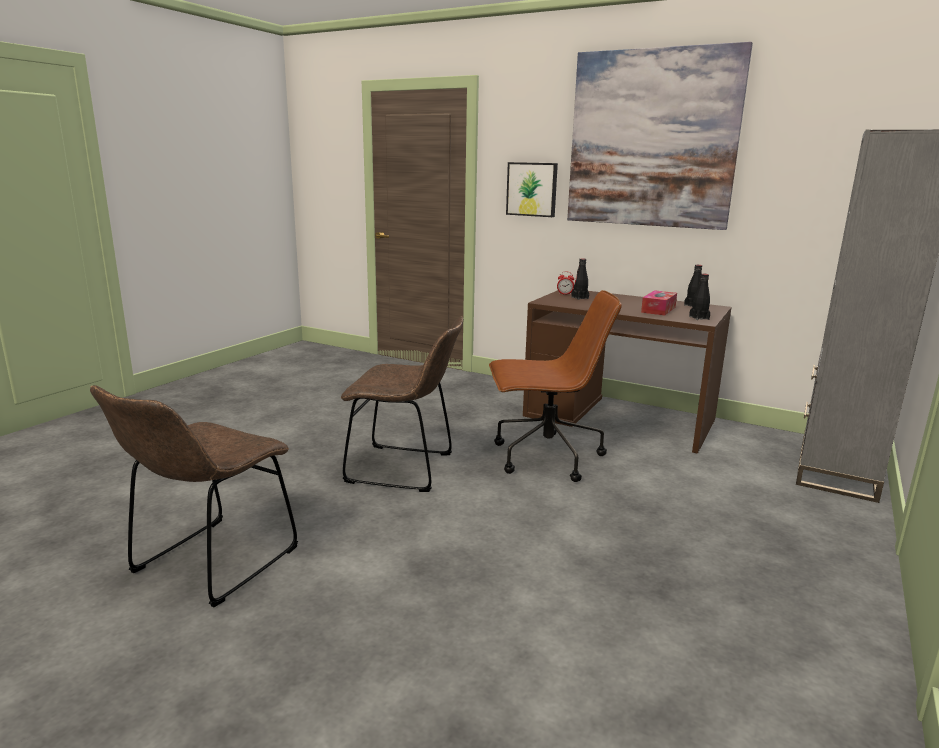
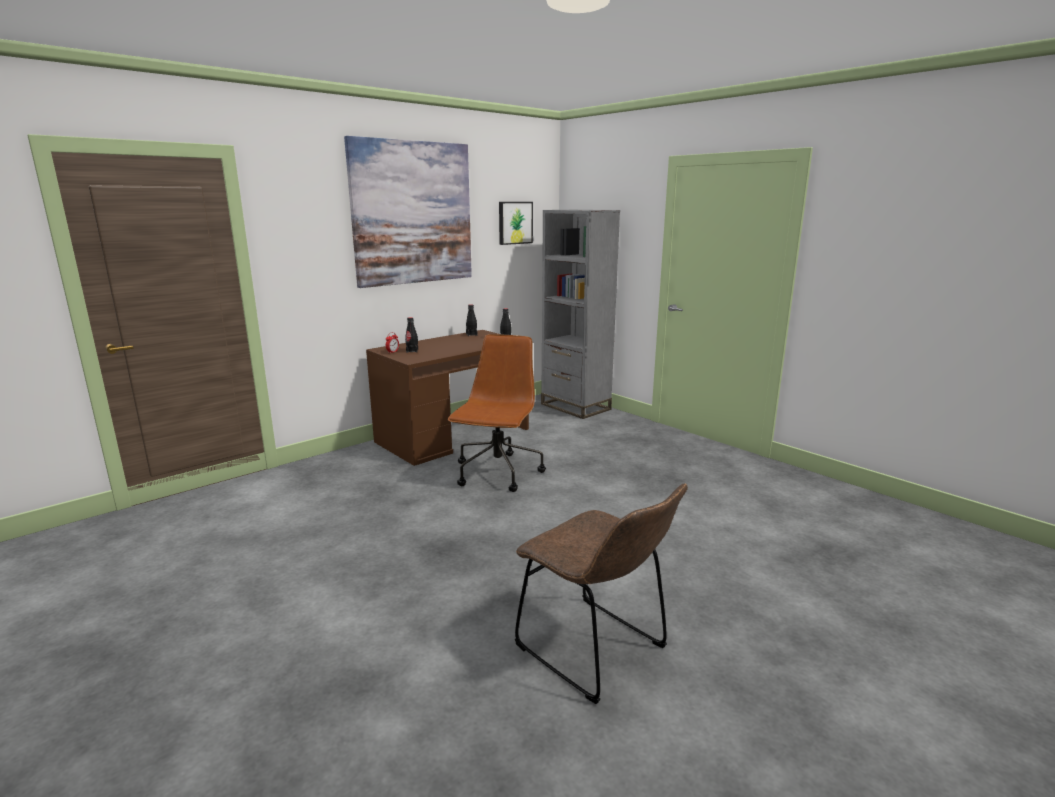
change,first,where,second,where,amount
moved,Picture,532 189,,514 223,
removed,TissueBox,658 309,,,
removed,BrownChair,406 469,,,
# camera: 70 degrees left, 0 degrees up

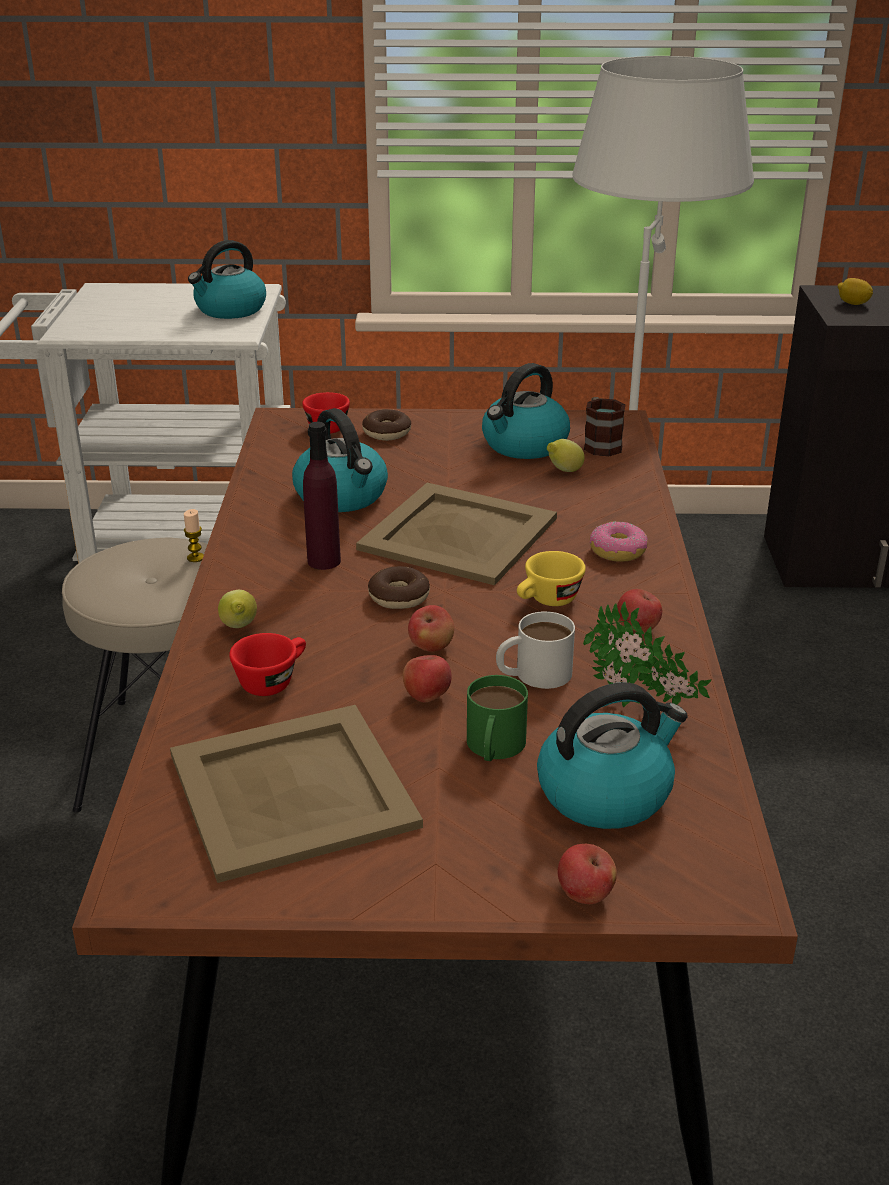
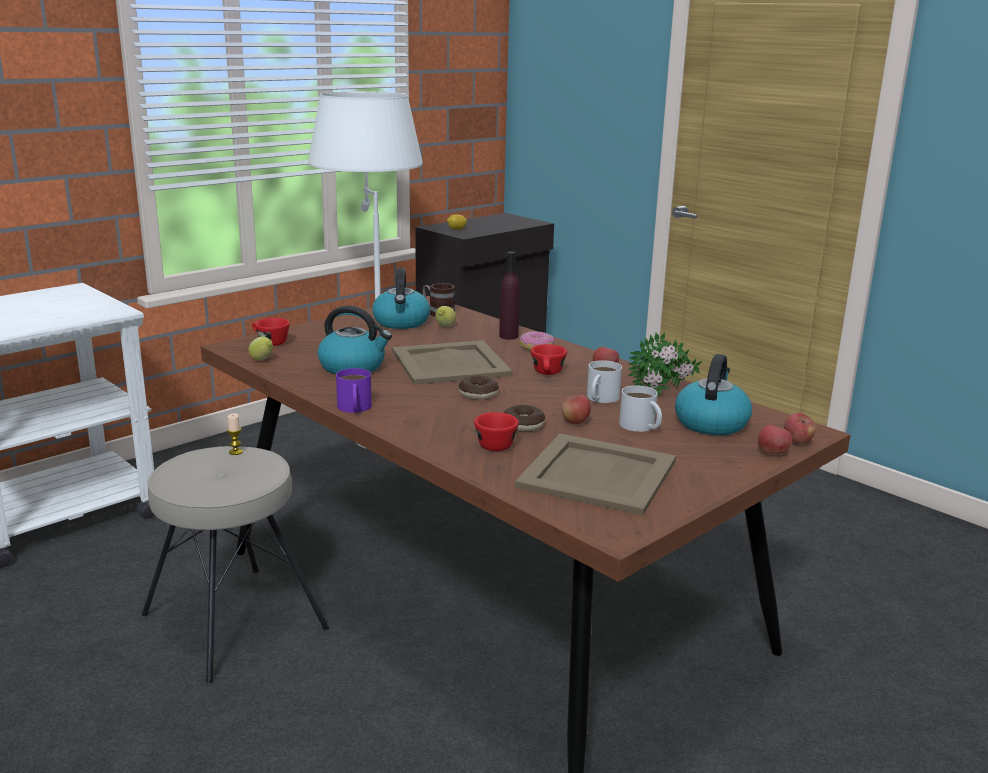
change,first,where,second,where,amount
removed,Kettle,230 310,,,
moved,Donut,387 433,,523 425,
moved,PurpleBottle,324 561,,508 336,
recoloured,YellowCup,547 601,RedCup,548 373,
moved,Lemon,239 628,,262 360,
moved,Apple,431 647,,797 442,
recoloured,GreenMug,493 748,WhiteMug,641 427,
added,,,PurpleMug,354 408,
# camera: 45 degrees left, 10 degrees down

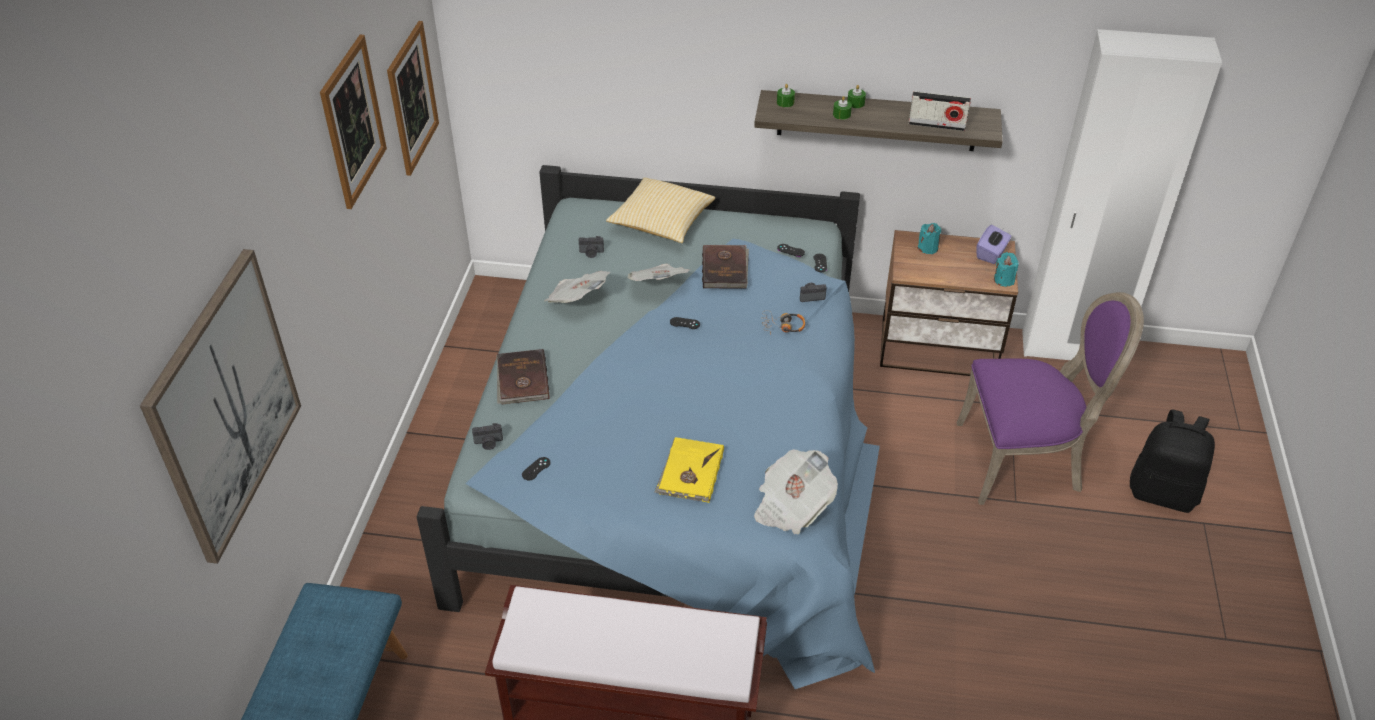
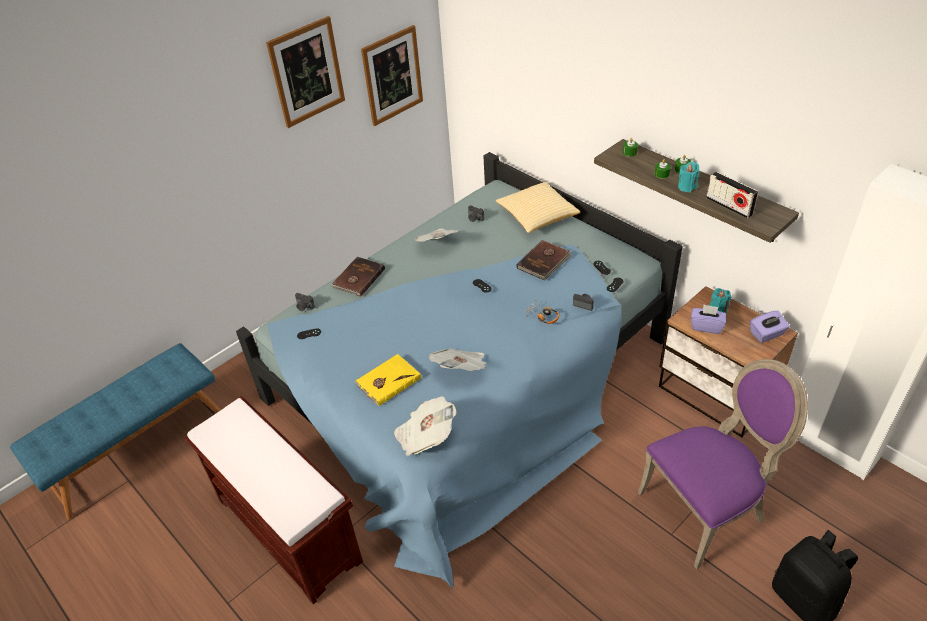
change,first,where,second,where,amount
removed,Picture,225 405,,,
moved,TurquoiseCandle,1004 280,,687 187,
moved,Newspaper,658 286,,461 369,
turned,PurpleChair,1024 460,,707 508,60 degrees counterclockwise
added,,,PurpleTissueBox,706 326,
# camera: 40 degrees right, 0 degrees up

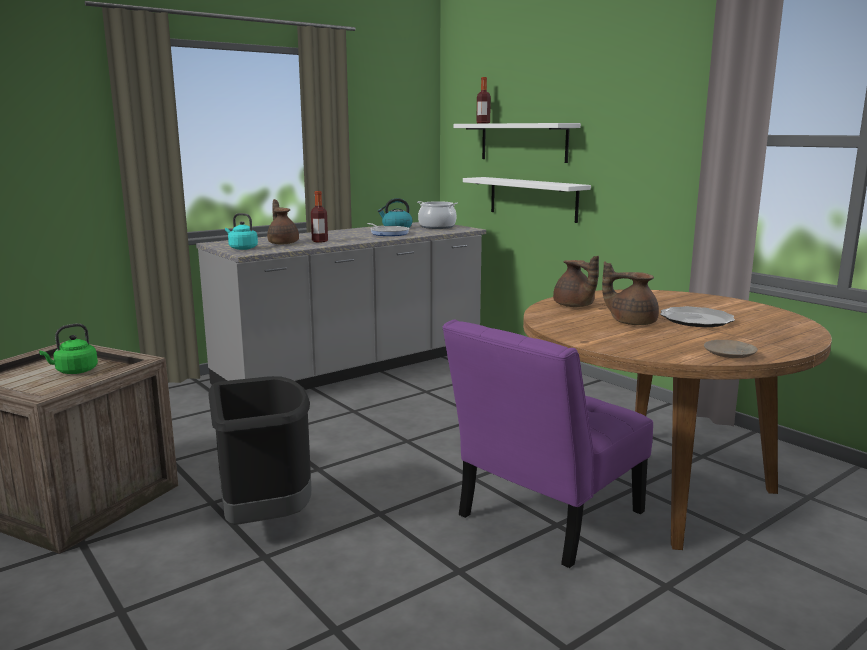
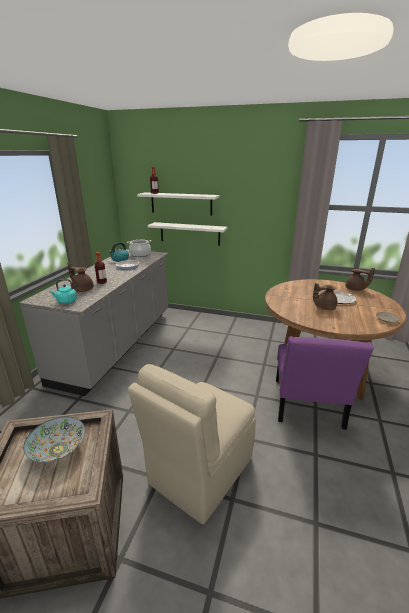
change,first,where,second,where,amount
moved,BrownTeapot,574 306,,355 289,
replaced,GreenKettle,74 371,Bowl,58 450,
replaced,BlackTrashCan,265 517,BeigeChair,199 472,
# camera: 35 degrees left, 10 degrees up

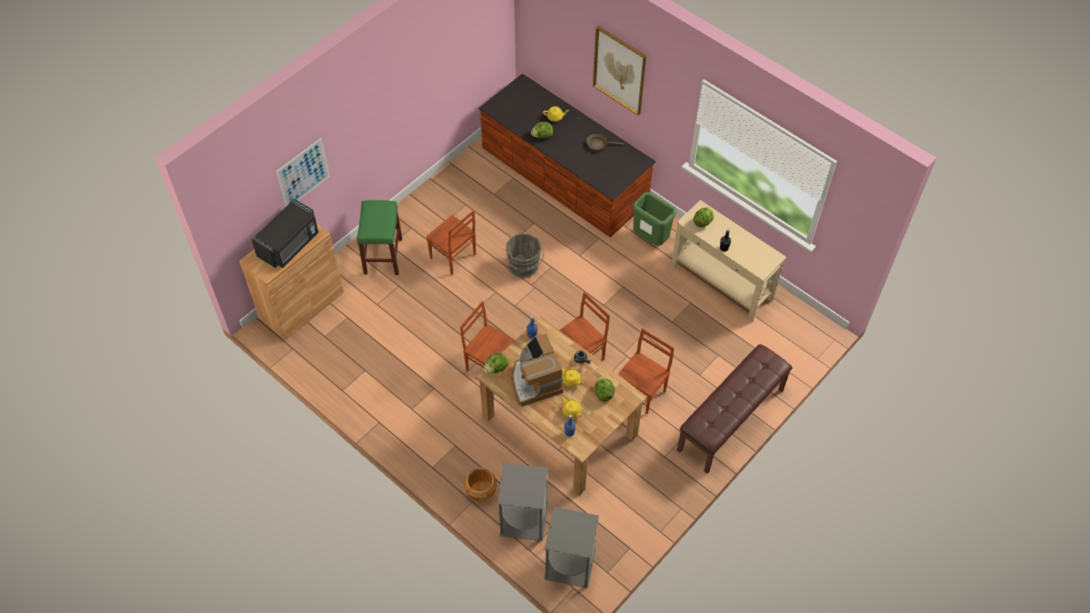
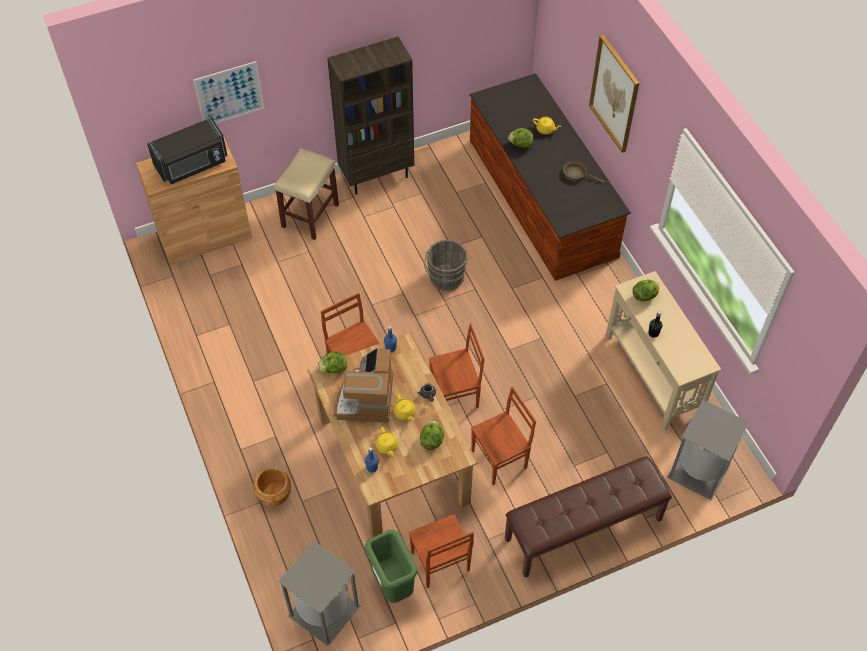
change,first,where,second,where,amount
moved,GreenTrashCan,651 239,,393 585,
recoloured,GreenStool,383 255,BeigeStool,310 215,
moved,BrownChair,453 257,,439 562,
moved,GreyTrashCan,523 517,,698 469,
added,,,BrownBookcase,377 175,
# camera: 25 degrees right, 0 degrees up

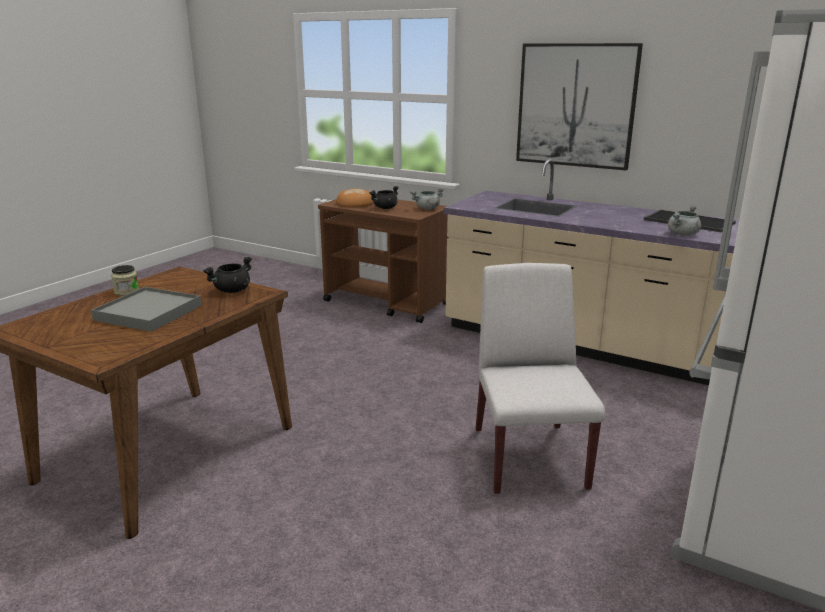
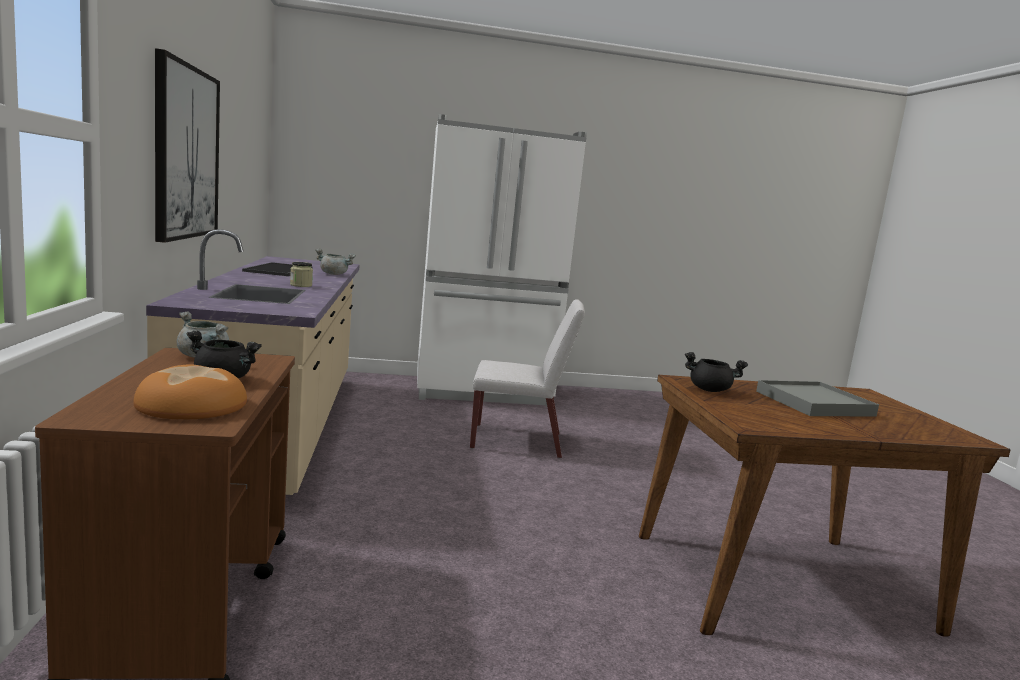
change,first,where,second,where,amount
turned,WhiteChair,528 456,,518 441,135 degrees counterclockwise
moved,Jar,126 291,,301 285,
# camera: 130 degrees left, 10 degrees down

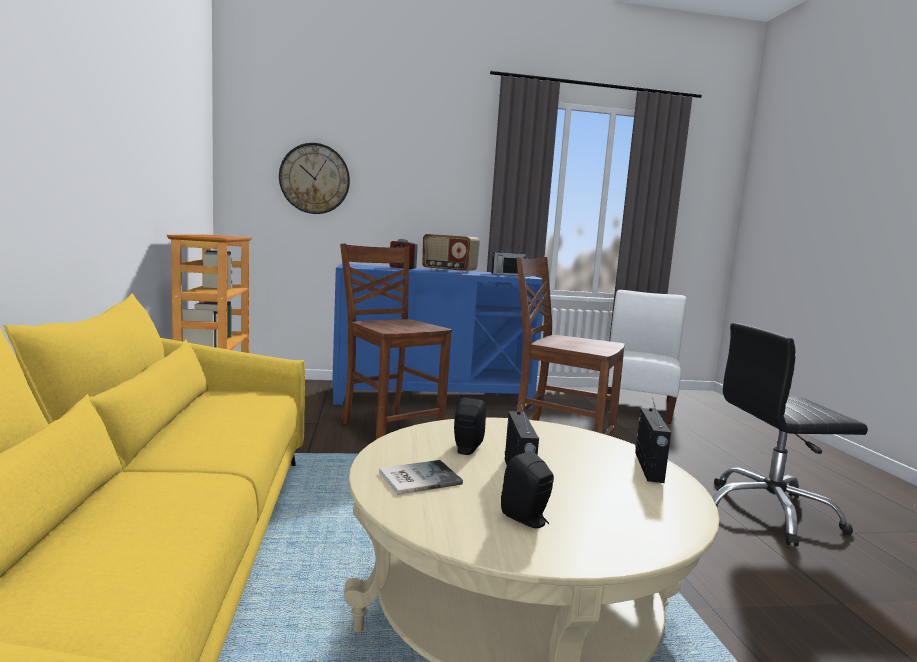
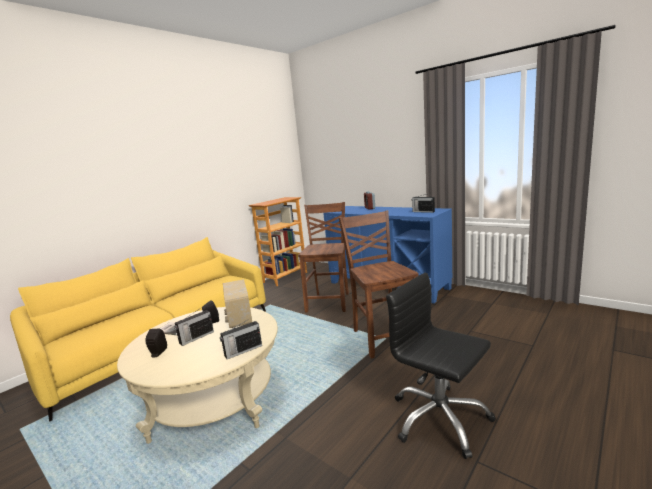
change,first,where,second,where,amount
removed,WallClock,314 179,,,
moved,Radio,448 271,,239 319,
removed,WhiteChair,637 406,,,
# camera: 50 degrees right, 5 degrees up

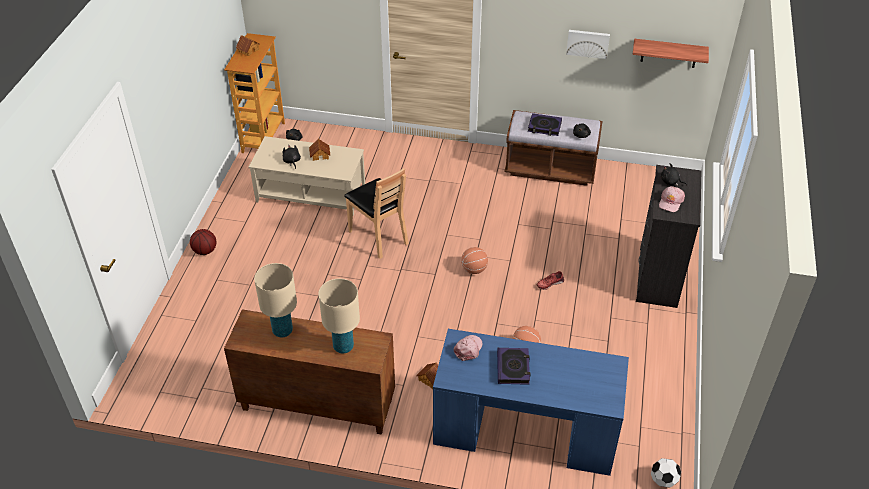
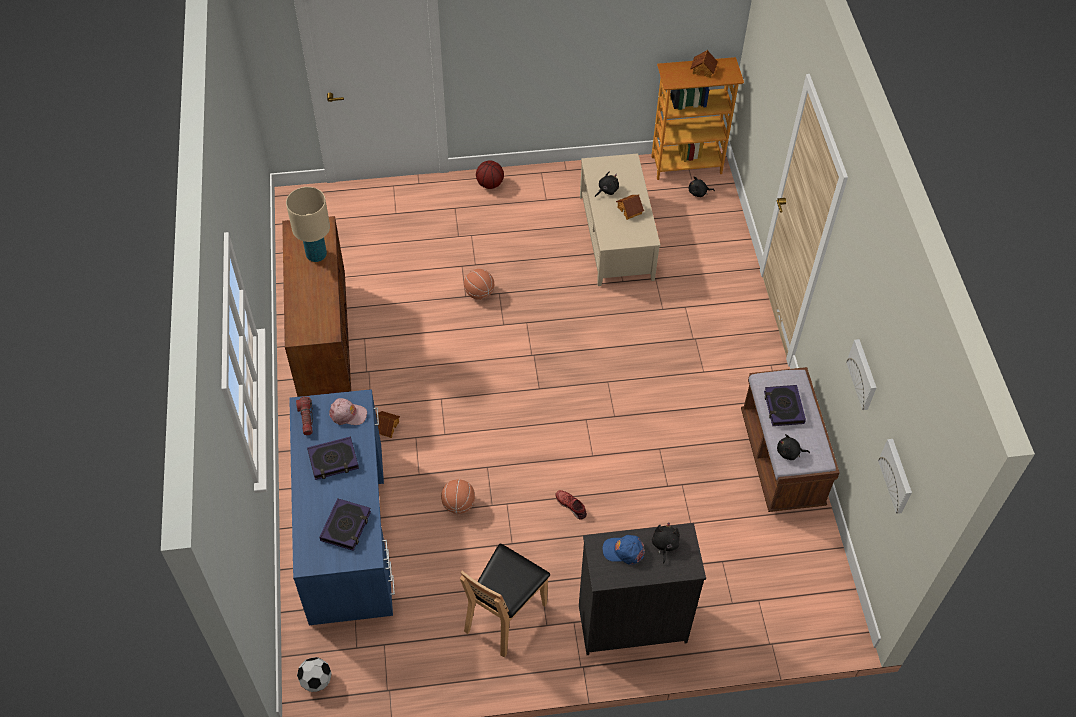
change,first,where,second,where,amount
replaced,Shelf,669 53,Picture,897 475,
moved,BrownChair,379 236,,505 616,
recoloured,PinkCap,671 202,BlueCap,623 551,
moved,Basketball,474 269,,479 293,
removed,BeigeTableLamp,343 346,,,
added,,,Flashlight,306 419,
added,,,Book,346 526,
# camera: 70 degrees right, 10 degrees up

